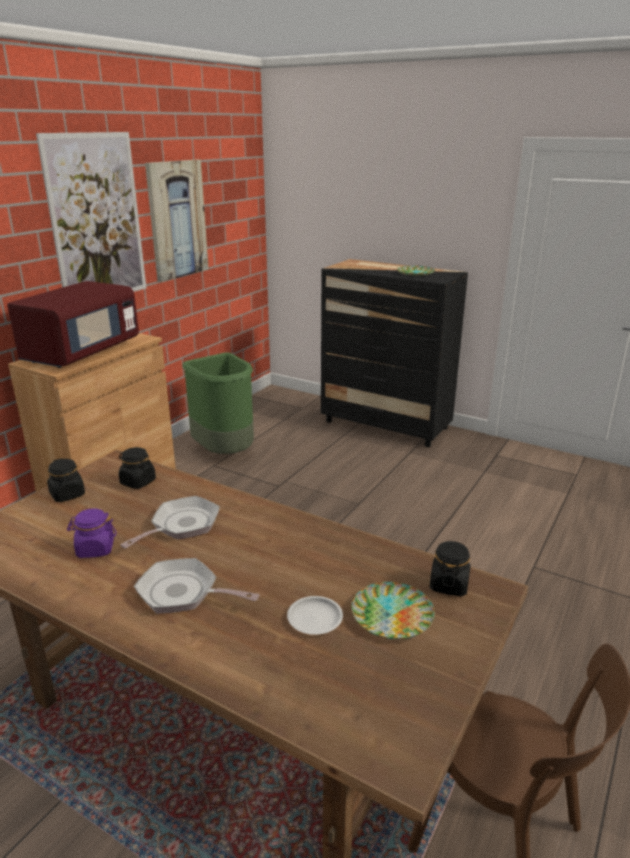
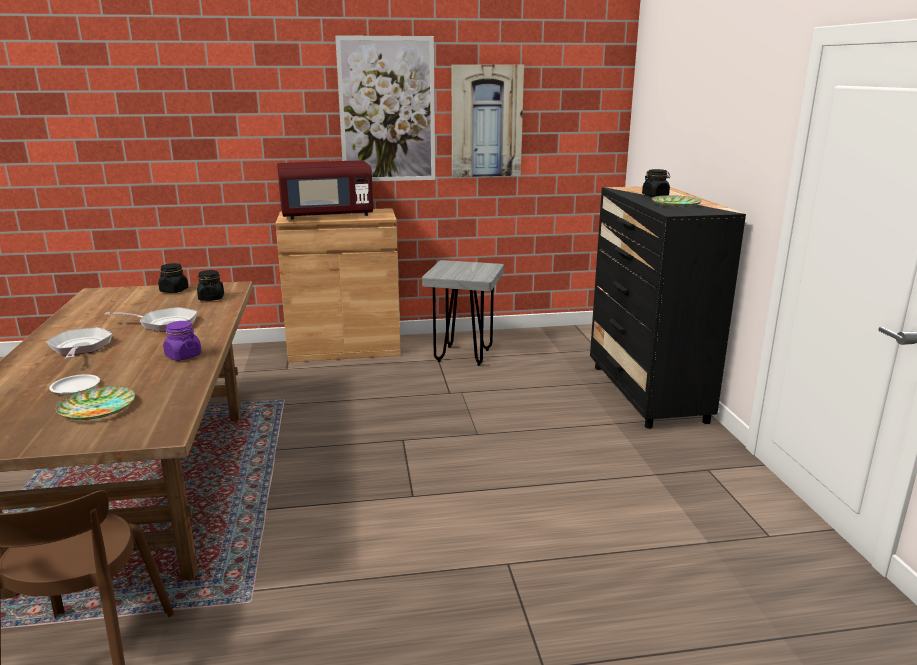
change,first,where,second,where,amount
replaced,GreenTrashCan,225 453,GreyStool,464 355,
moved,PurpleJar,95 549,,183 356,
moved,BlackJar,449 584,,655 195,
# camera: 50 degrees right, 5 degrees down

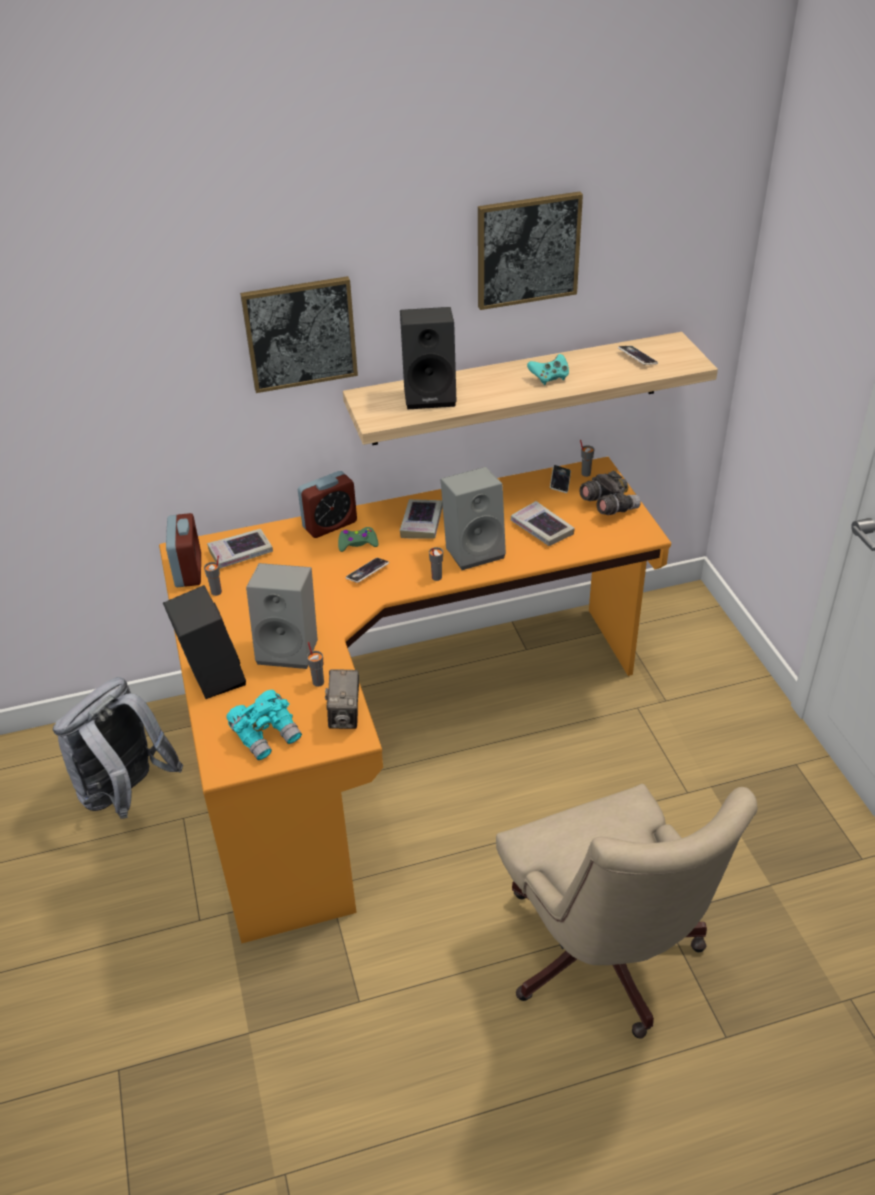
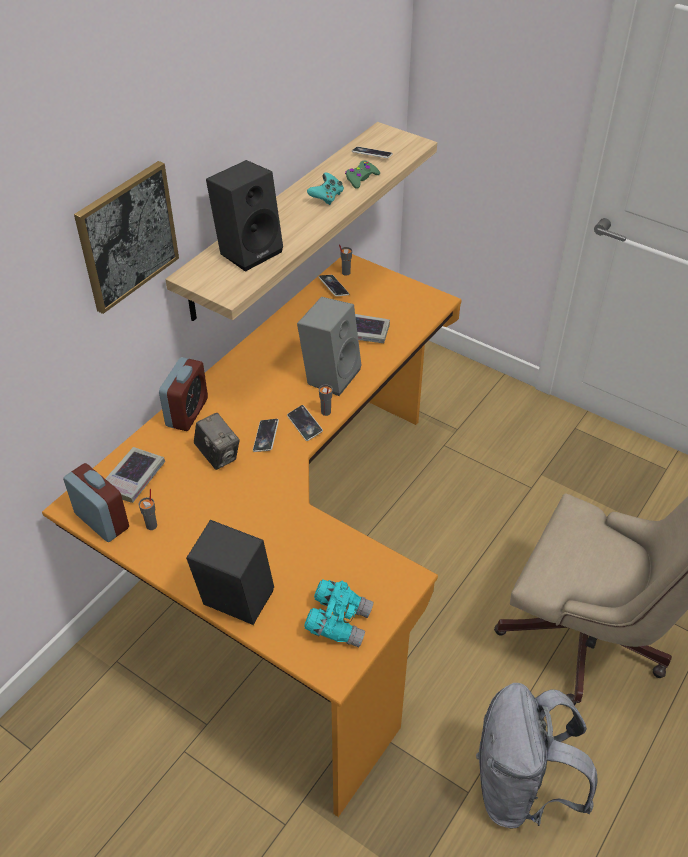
change,first,where,second,where,amount
removed,Picture,527 250,,,
removed,GreyBinoculars,608 507,,,
removed,Book,422 523,,,
moved,GreenGameController,357 543,,361 178,
removed,GreySpeaker,290 648,,,
removed,GreyCup,318 682,,,
moved,PhotoCamera,345 716,,218 455,
moved,GreyBackpack,126 794,,520 789,
added,,,Phone,304 425,
# camera: 40 degrees left, 5 degrees up

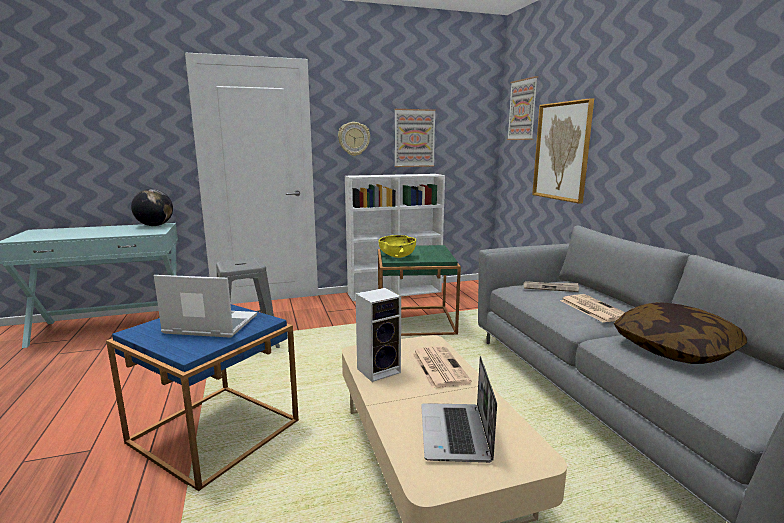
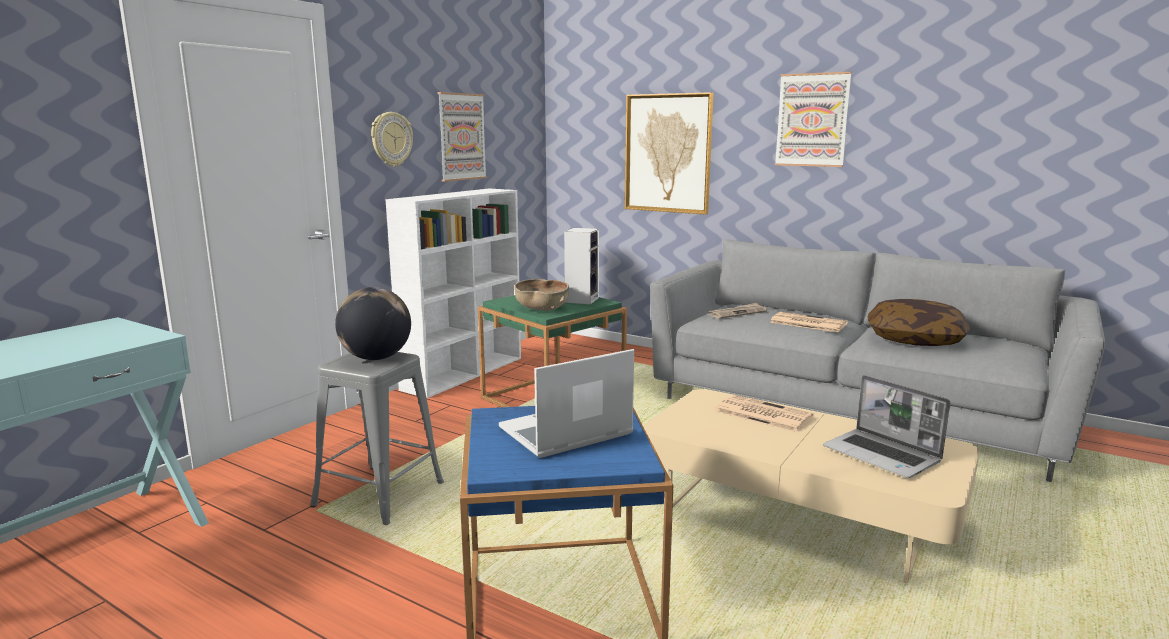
change,first,where,second,where,amount
moved,Picture,522 110,,812 120,
moved,Globe,155 225,,376 358,
recoloured,YellowBowl,397 256,BrownBowl,542 309,
moved,Speaker,379 370,,581 299,
# camera: 40 degrees left, 0 degrees up

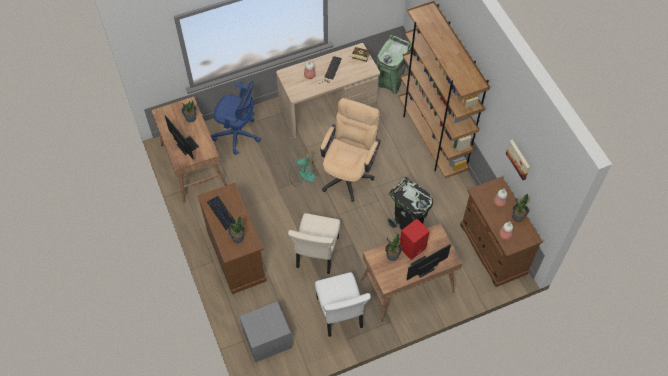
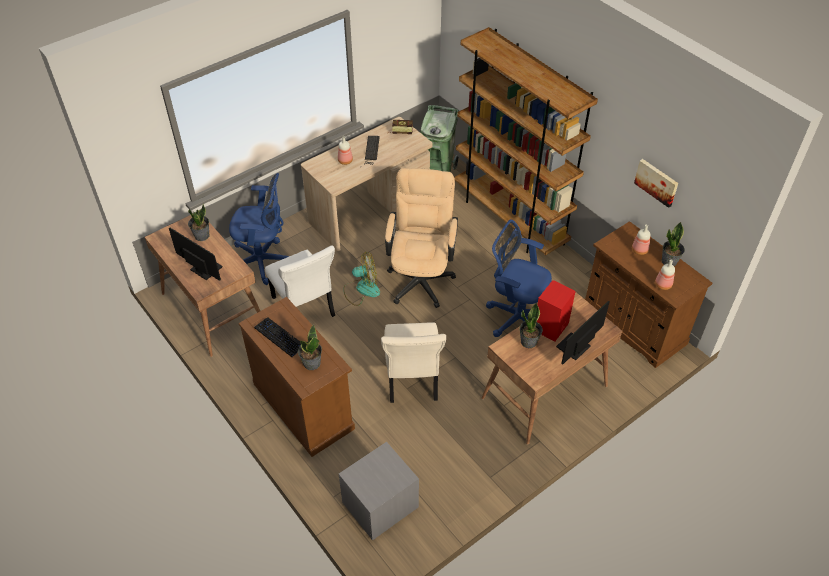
change,first,where,second,where,amount
replaced,BlackTrashCan,408 223,BlueOfficeChair,516 318,
moved,WhiteChair,340 314,,304 308,
# camera: 15 degrees left, 10 degrees down

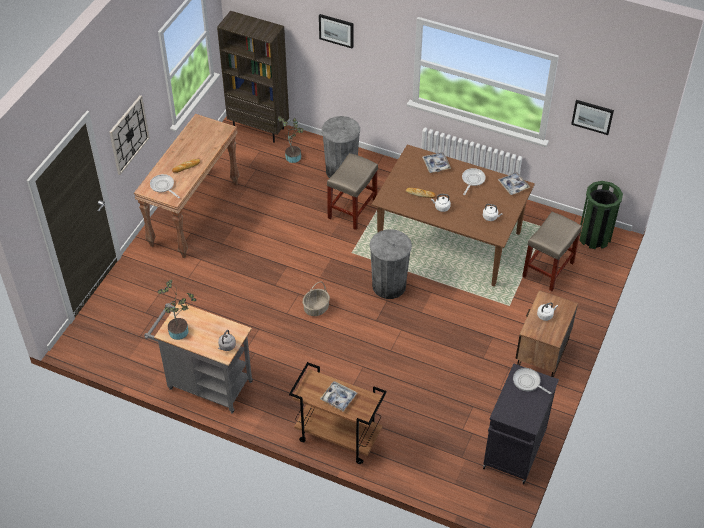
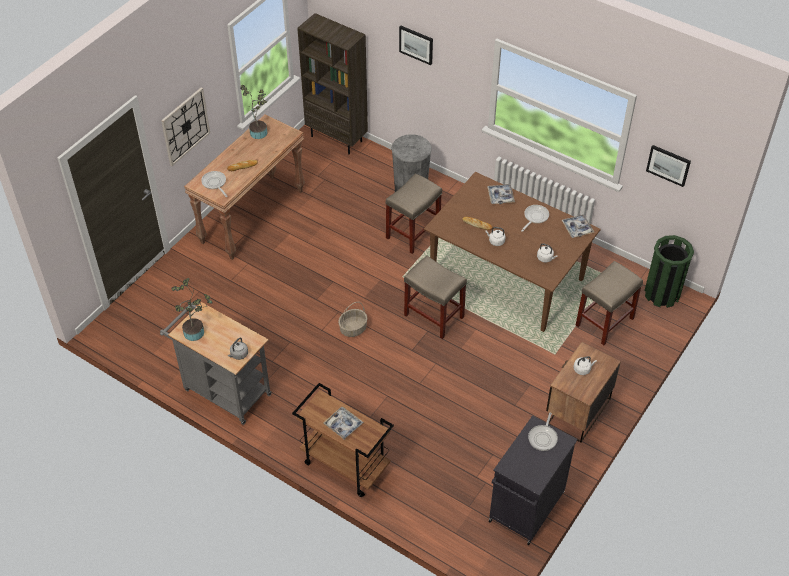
change,first,where,second,where,amount
moved,PottedPlant,293 155,,259 131,
replaced,GreyTrashCan,389 285,BeigeStool,433 316,
turned,FryingPan,528 382,,543 437,120 degrees counterclockwise
# camera: 10 degrees right, 0 degrees up

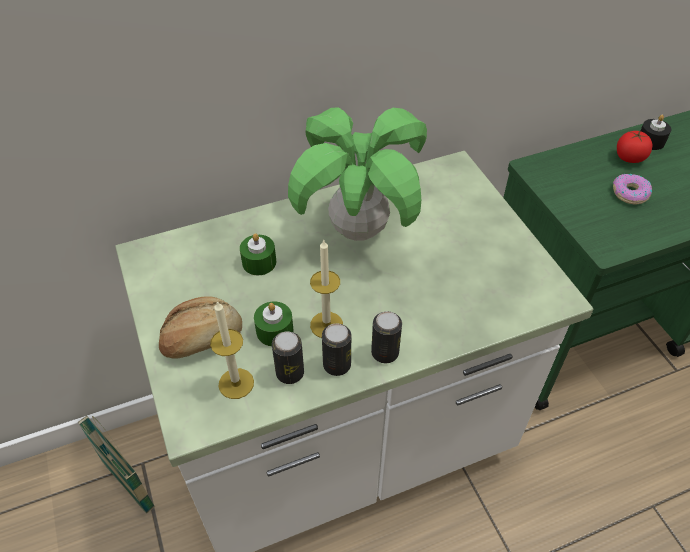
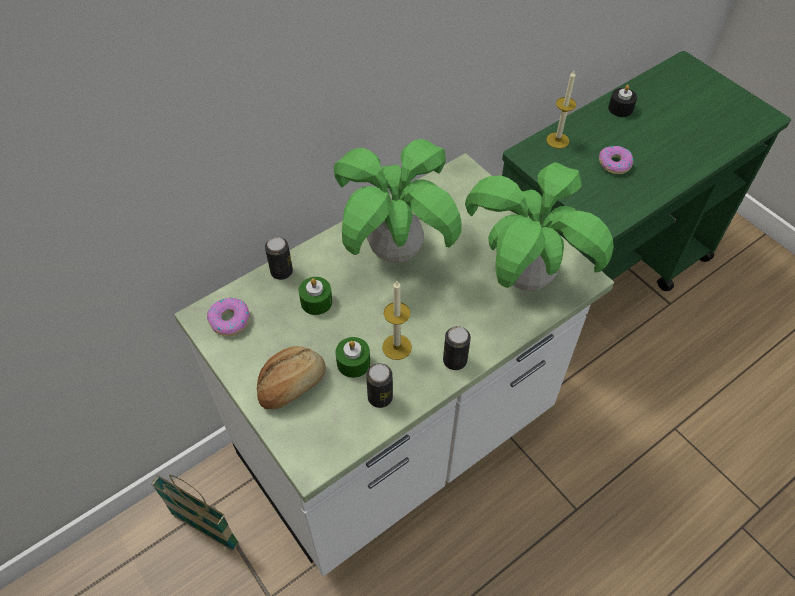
change,first,where,second,where,amount
removed,Tomato,629 158,,,
moved,Candle,236 383,,557 140,
moved,Can,337 365,,281 272,
added,,,PottedPlant,526 278,
added,,,Donut,229 320,
# camera: 15 degrees left, 5 degrees up

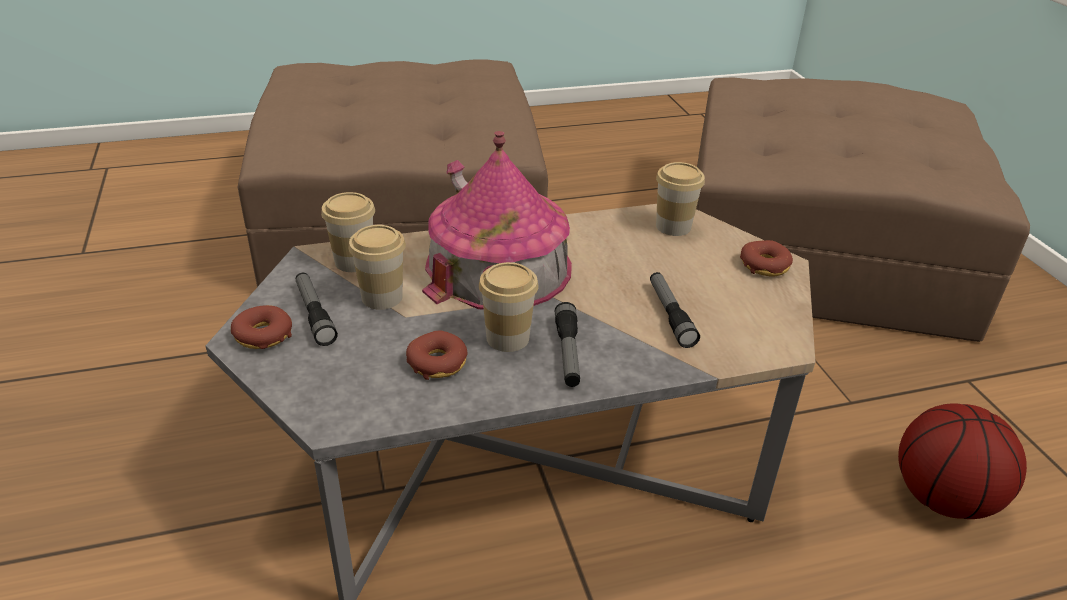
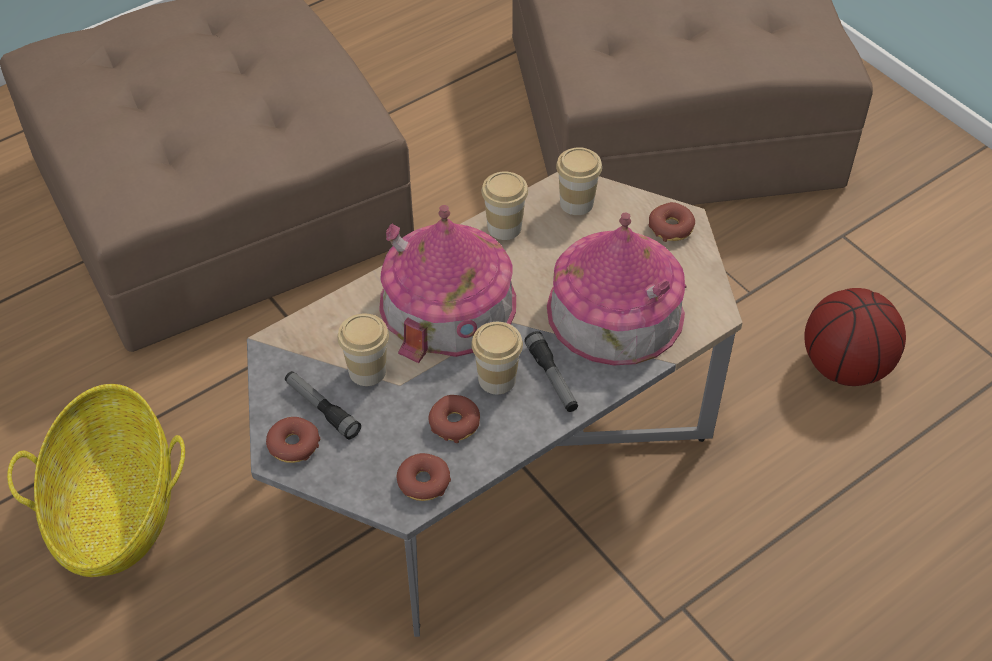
change,first,where,second,where,amount
moved,Cup,354 261,,504 227,
replaced,Flashlight,670 315,ToyHouse,615 311,
added,,,Basket,115 509,
added,,,Donut,423 482,
# camera: 20 degrees left, 15 degrees up

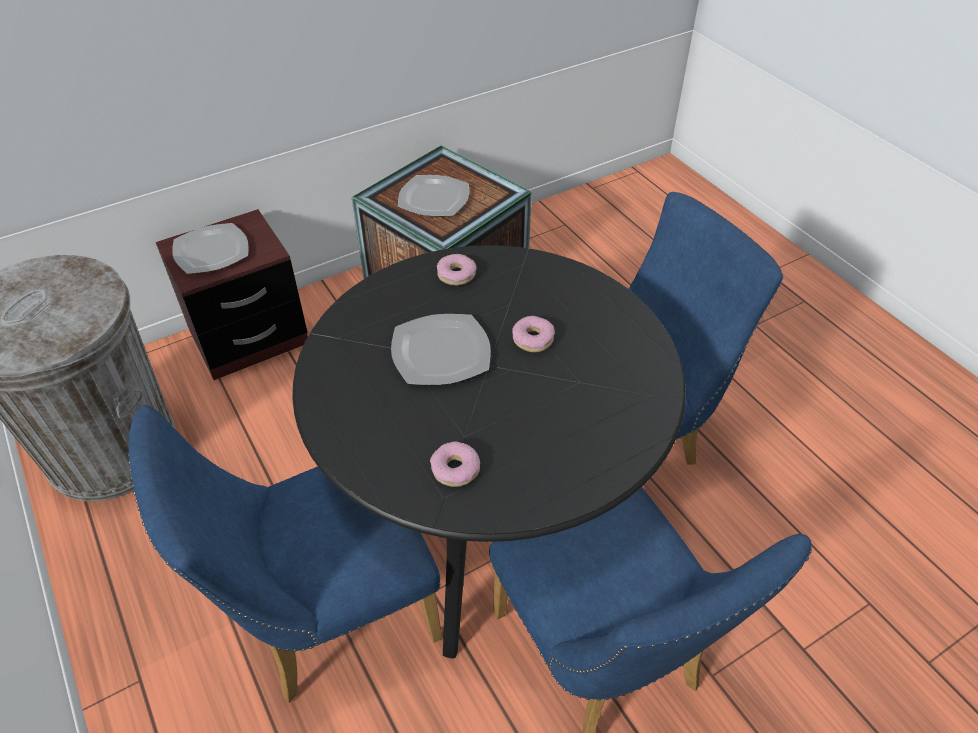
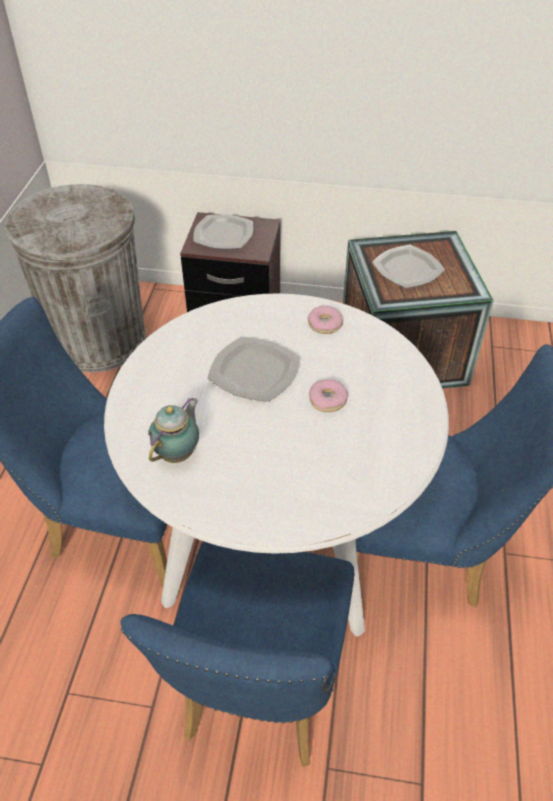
change,first,where,second,where,amount
recoloured,BlackDiningTable,489 517,WhiteDiningTable,276 534,
replaced,Donut,455 469,Teapot,178 453,
# camera: 40 degrees right, 0 degrees up

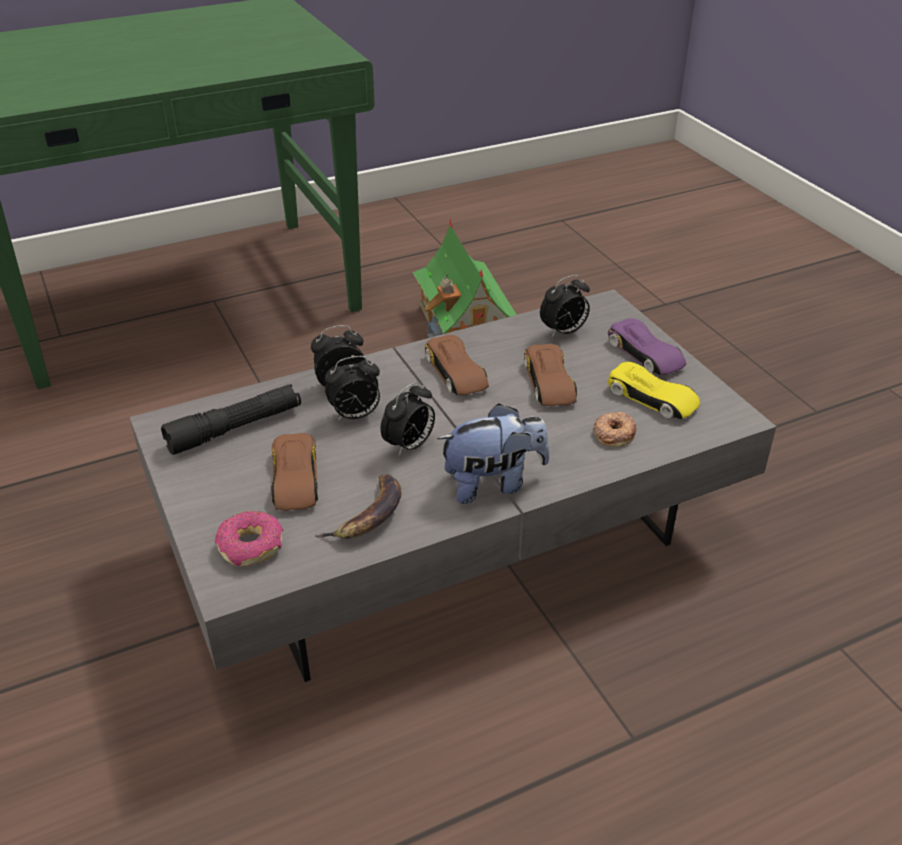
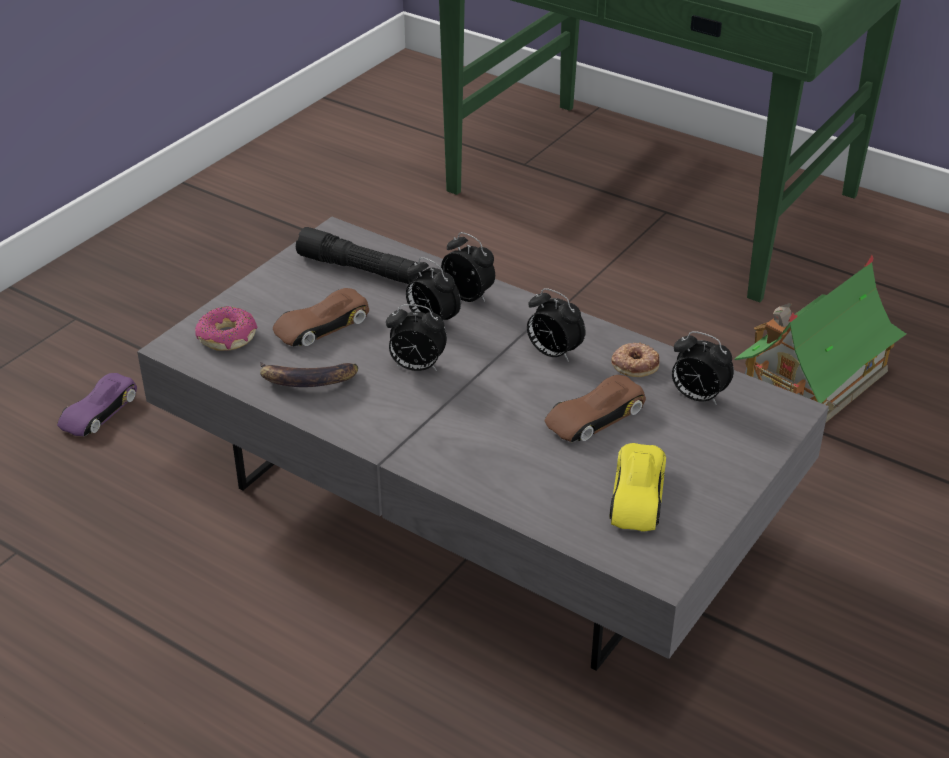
change,first,where,second,where,amount
moved,PurpleToyCar,645 354,,98 412,
replaced,BrownToyCar,456 372,AlarmClock,553 353,
removed,PlushToy,493 483,,,
moved,Donut,613 433,,635 364,
# camera: 60 degrees right, 0 degrees up

